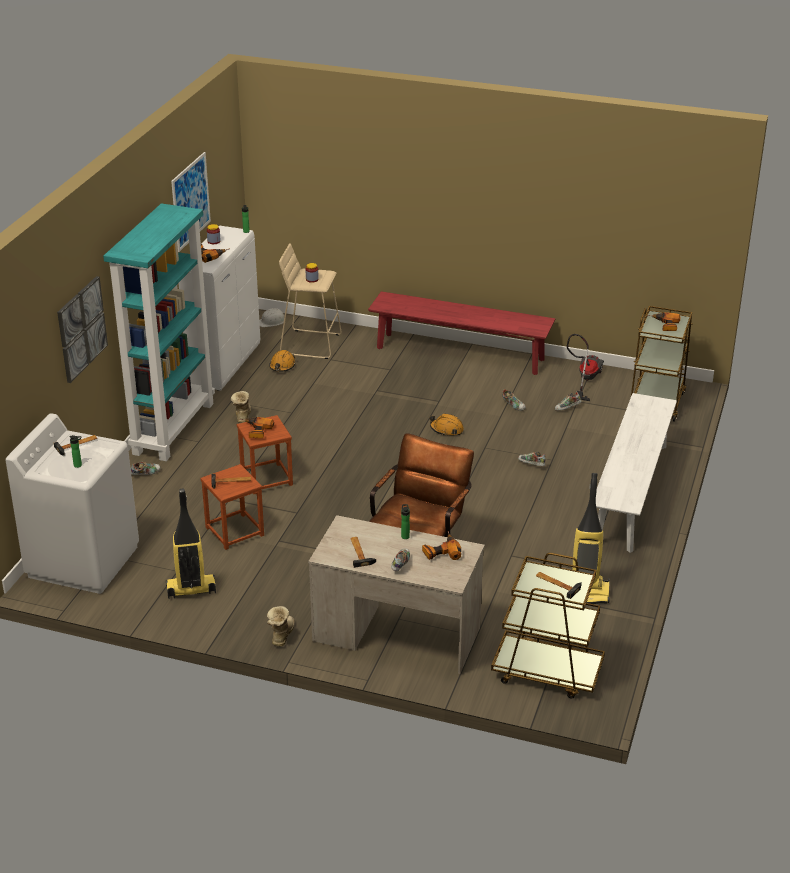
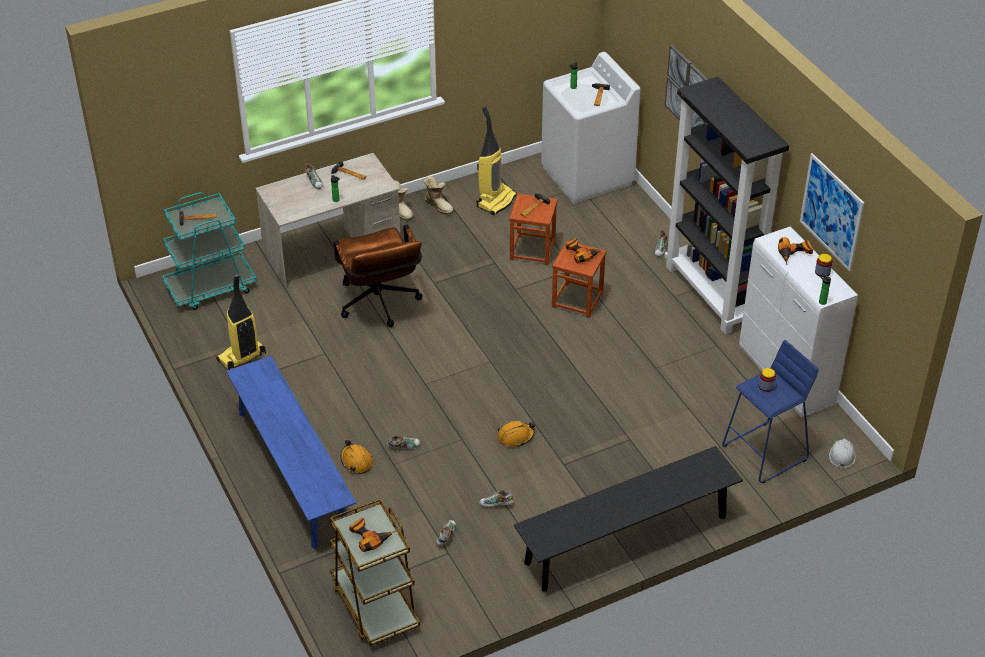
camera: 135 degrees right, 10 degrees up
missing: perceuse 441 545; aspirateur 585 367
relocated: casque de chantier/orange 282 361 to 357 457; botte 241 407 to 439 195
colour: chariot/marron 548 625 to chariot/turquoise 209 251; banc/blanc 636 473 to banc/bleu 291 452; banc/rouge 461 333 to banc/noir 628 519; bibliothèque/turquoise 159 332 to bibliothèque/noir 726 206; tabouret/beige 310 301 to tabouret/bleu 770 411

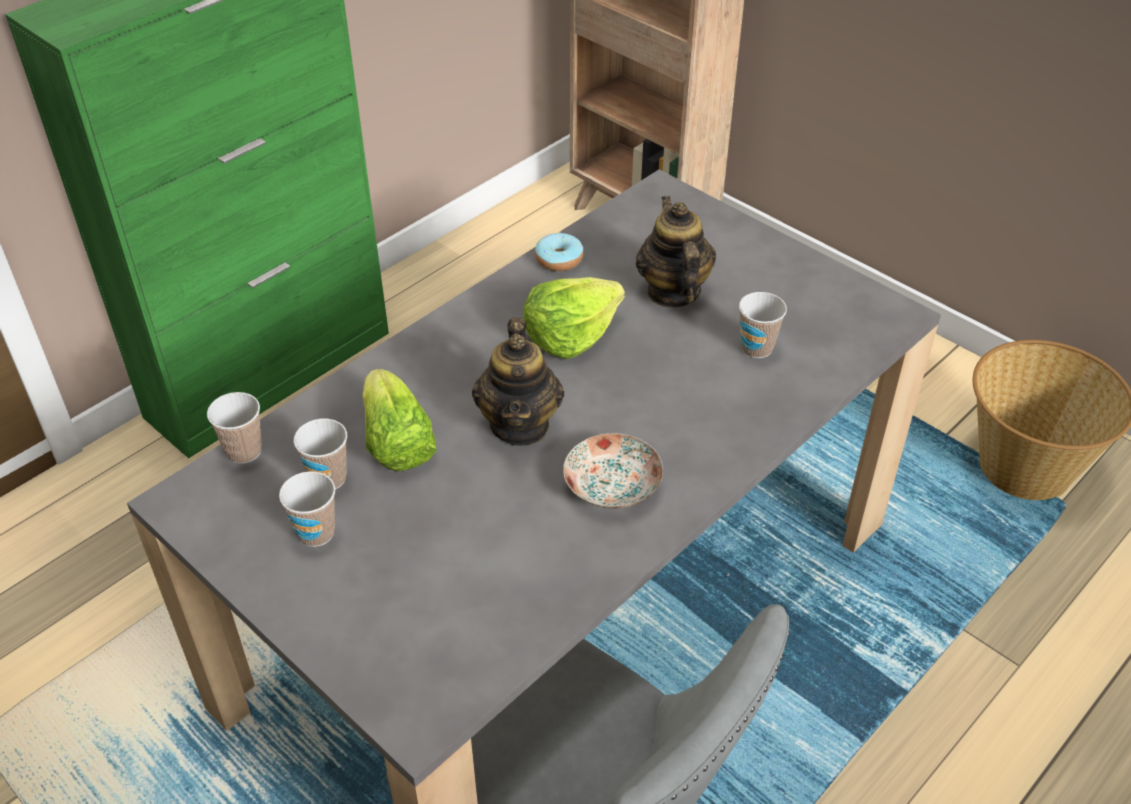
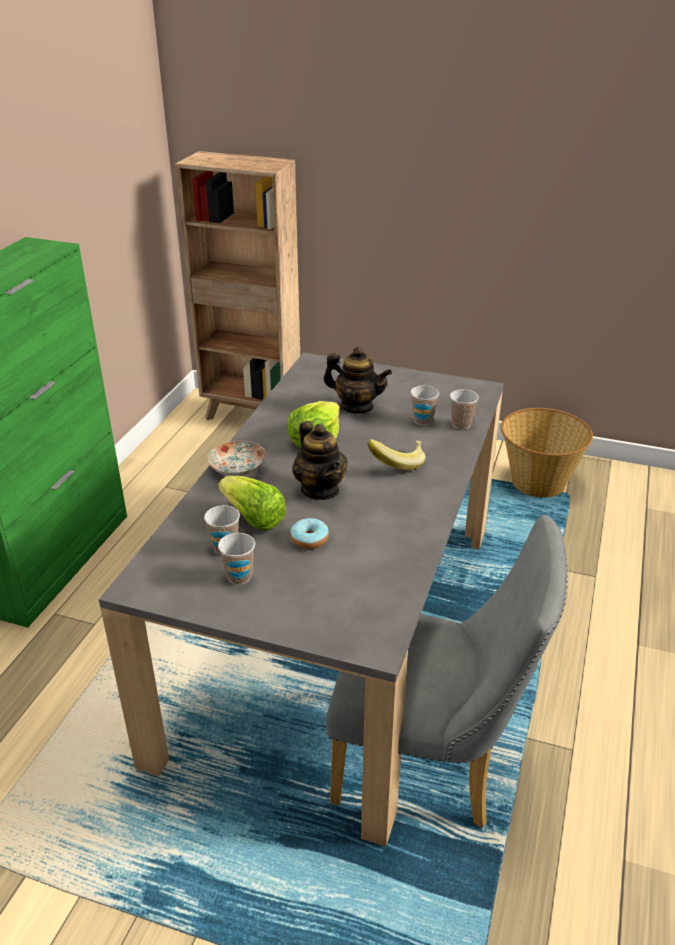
camera: 25 degrees left, 10 degrees down
appeared: banane 396 454
relocated: assiette 613 471 to 237 458; beignet 559 251 to 309 533; tasse 234 428 to 464 409
spun: théière 676 252 = 358 380 150 degrees clockwise

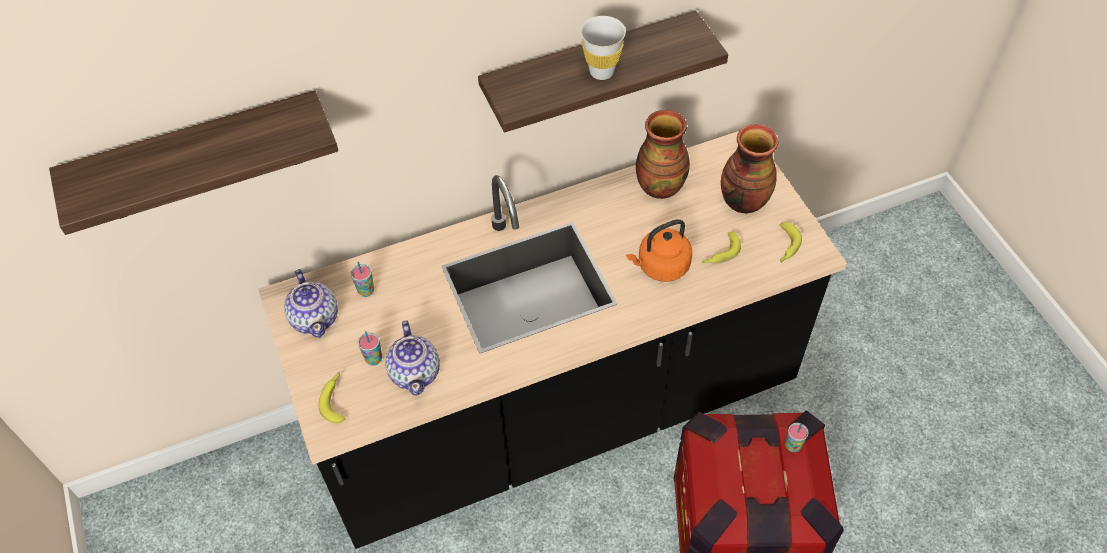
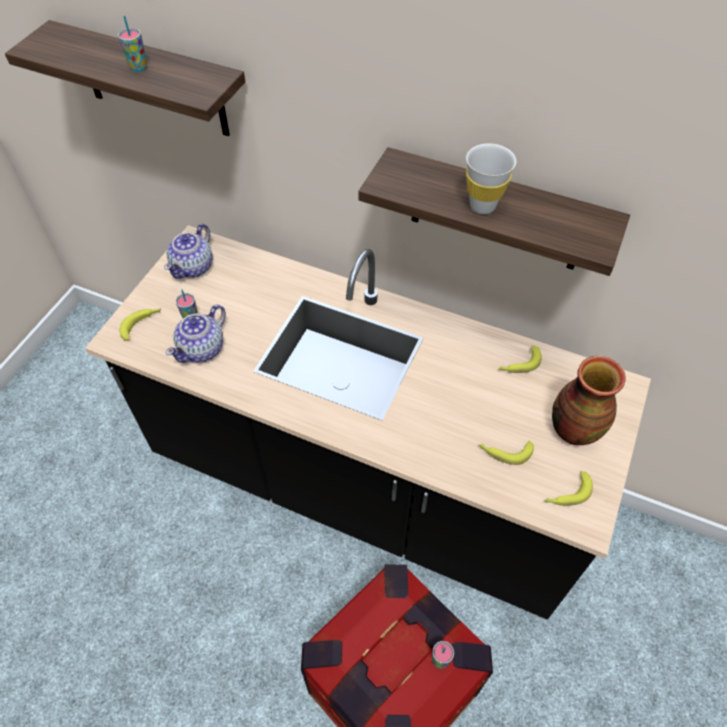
camera: 45 degrees right, 0 degrees up
missing: bouilloire/orange 659 250
relocated: tasse 362 279 to 132 44
exchanged: vase 663 154 to banane 520 359

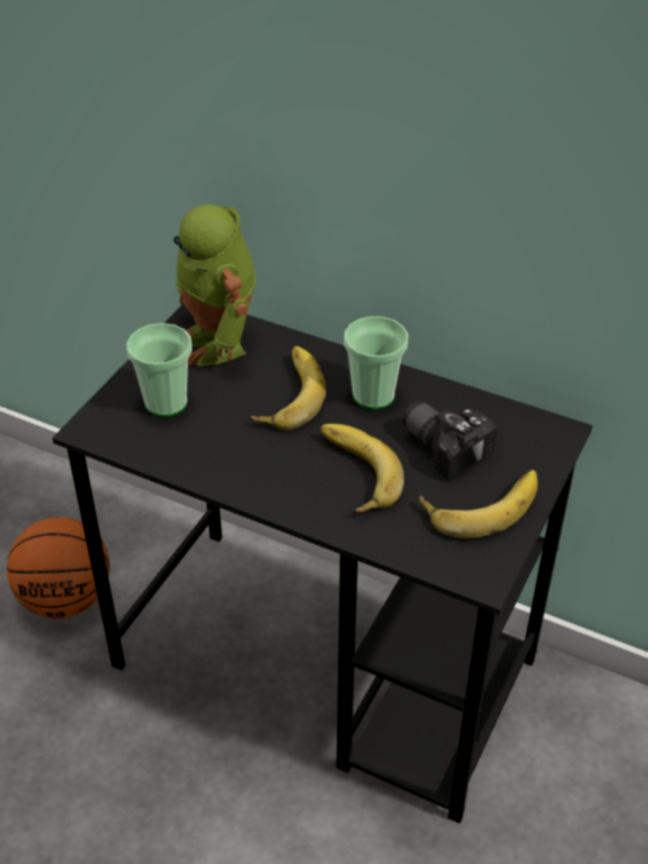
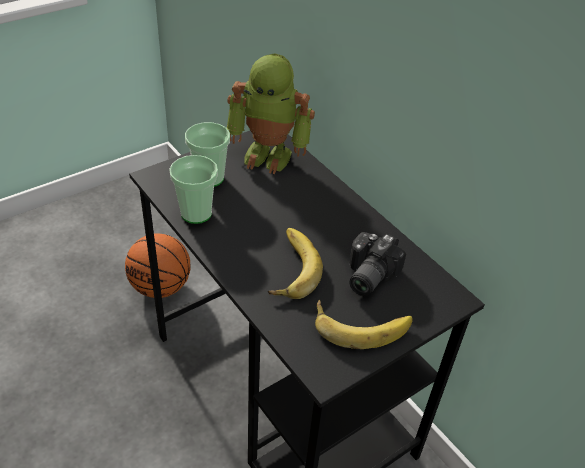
camera: 25 degrees right, 0 degrees up
missing: banane 287 388
relocated: tasse 376 362 to 193 189
spun: robot jouet 214 285 = 271 113 75 degrees counterclockwise; appareil photo 450 441 = 377 264 135 degrees counterclockwise

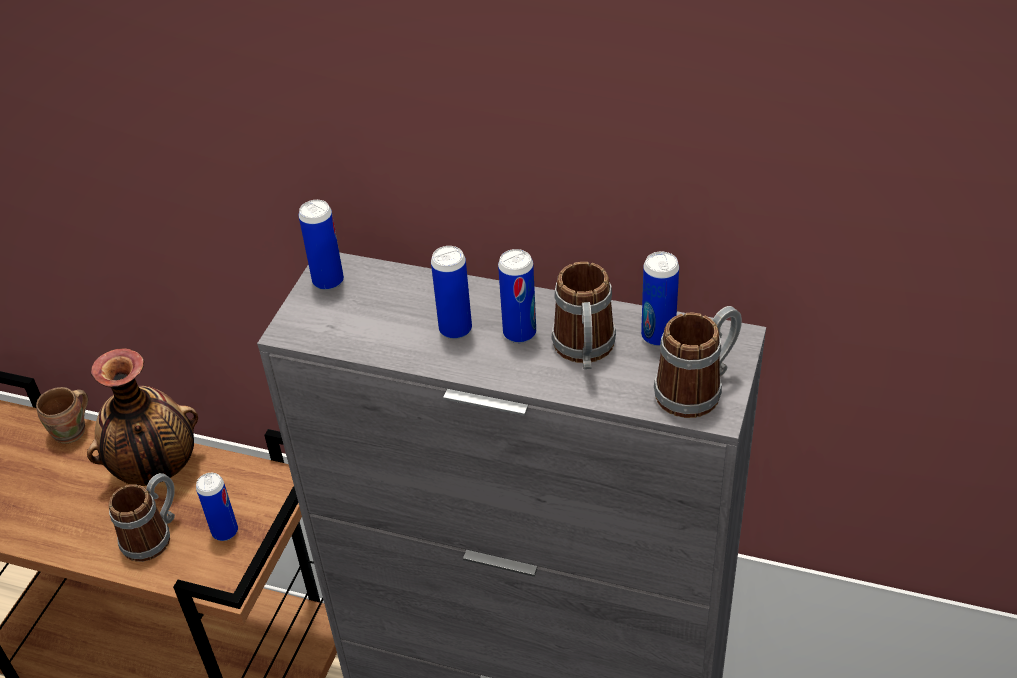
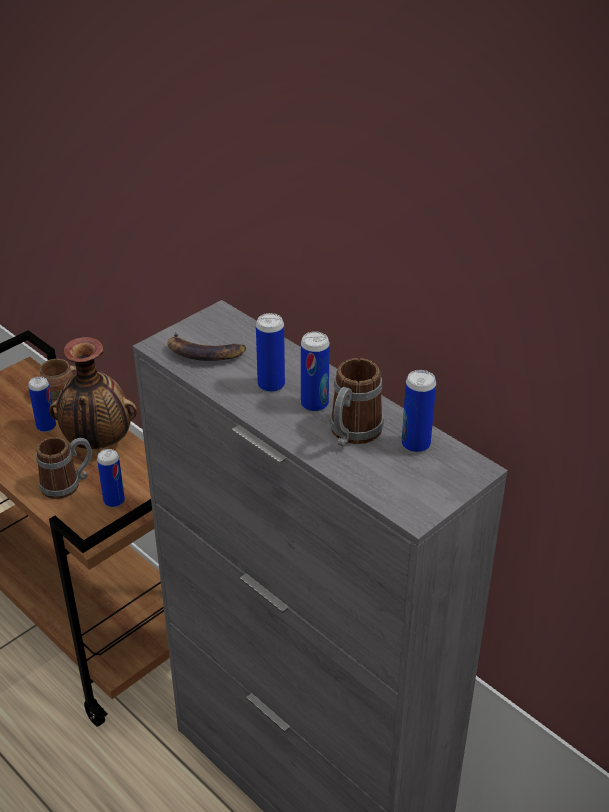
camera: 25 degrees right, 5 degrees down
missing: mug 698 362
appeared: banane 206 346
relocated: boîte métallique 321 245 to 42 404

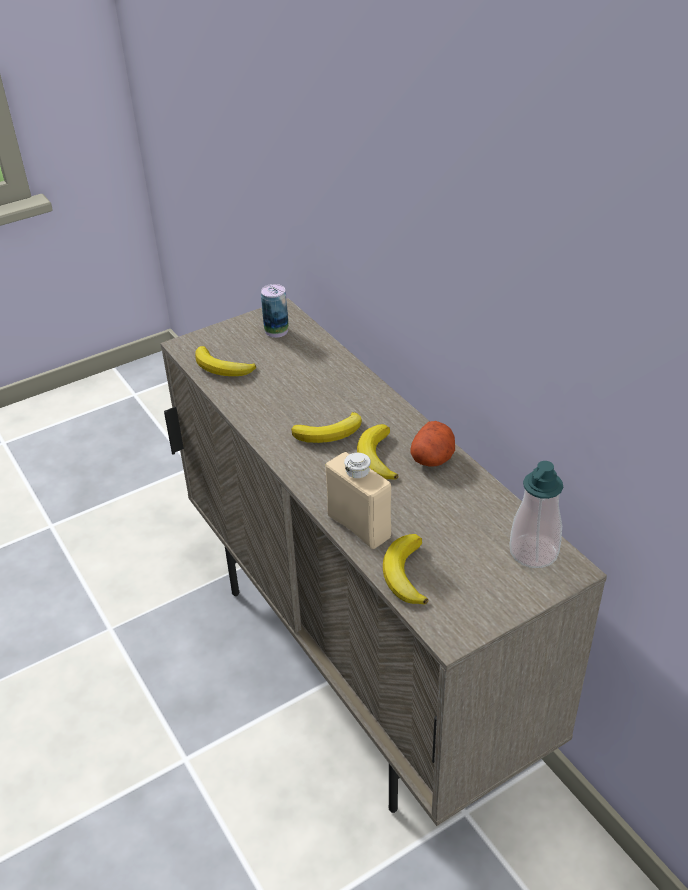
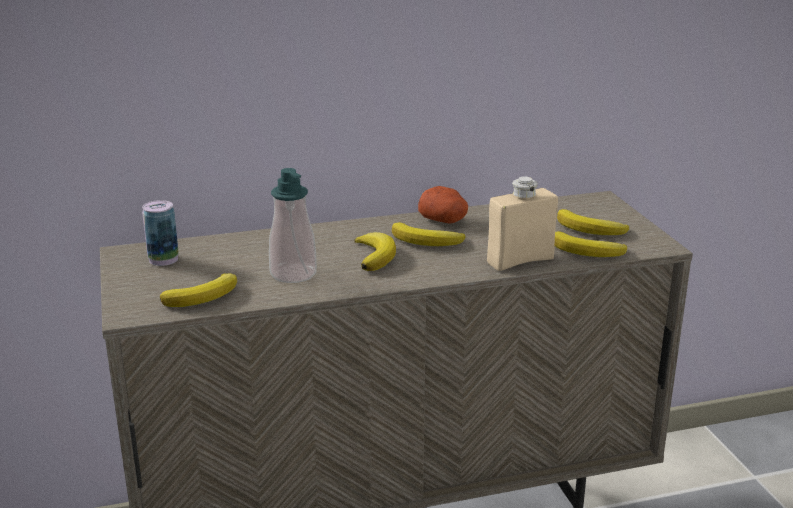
camera: 75 degrees left, 15 degrees down
appeared: banane 593 222
relocated: distributeur de savon 536 514 to 293 225

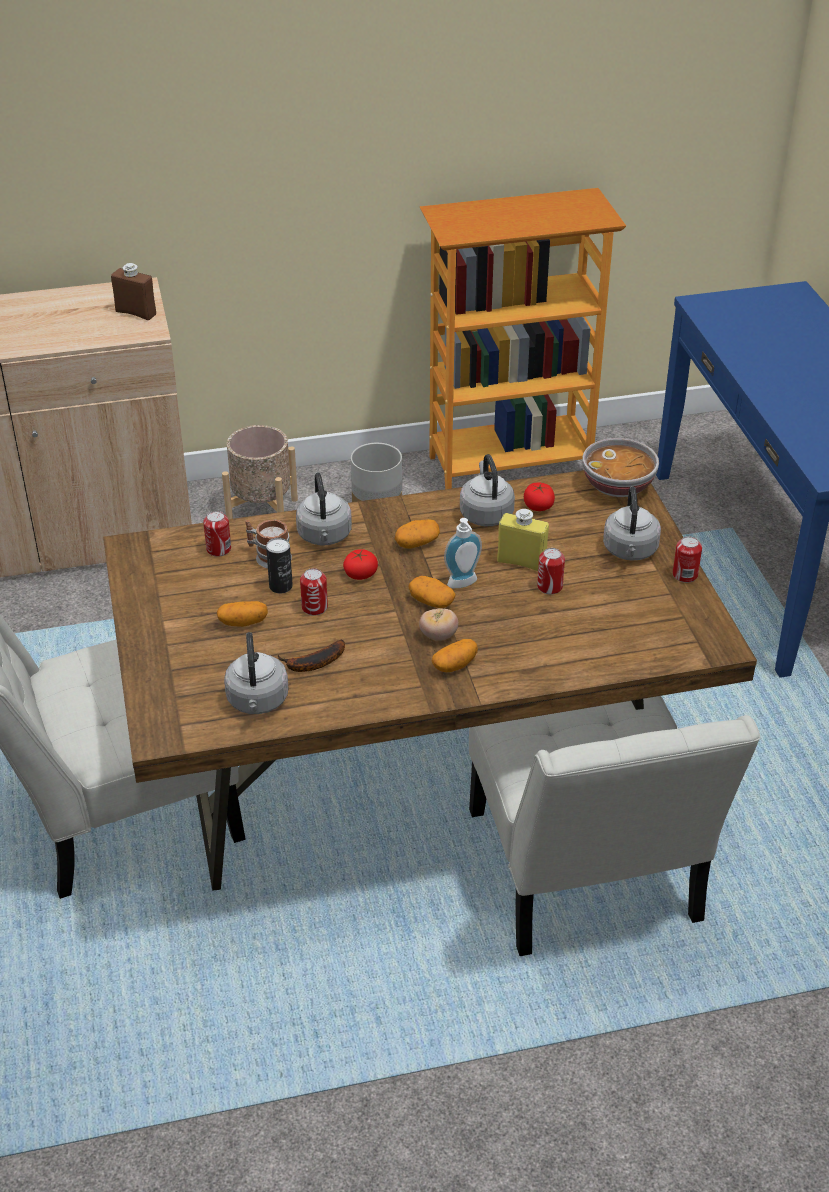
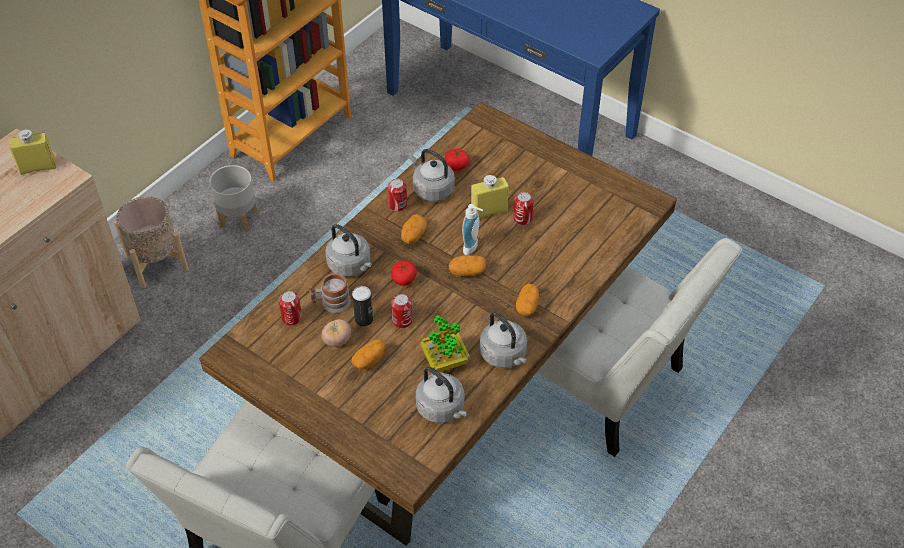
camera: 40 degrees left, 10 degrees up
missing: bol 620 467
relocated: tomate 438 624 to 336 333; boîte métallique 687 559 to 397 195; bouilloire/gris 632 523 to 503 340
exchanged: banane 311 656 to plante en pot 445 343
colour: bouteille/marron 133 291 to bouteille/jaune 32 152

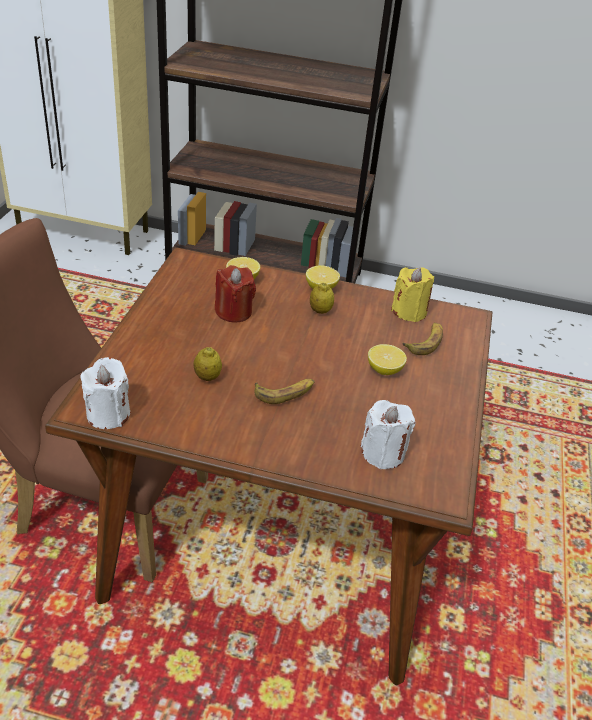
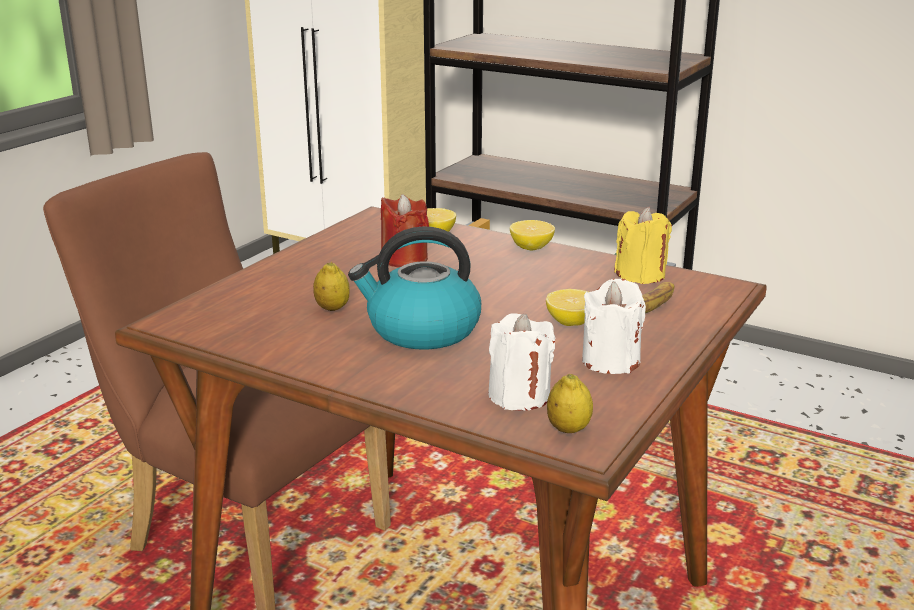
camera: 20 degrees right, 15 degrees down
relocated: citron 322 298 to 570 403; bougie/blanc 105 393 to 614 326
exchanged: banane 284 391 to bouilloire 414 288

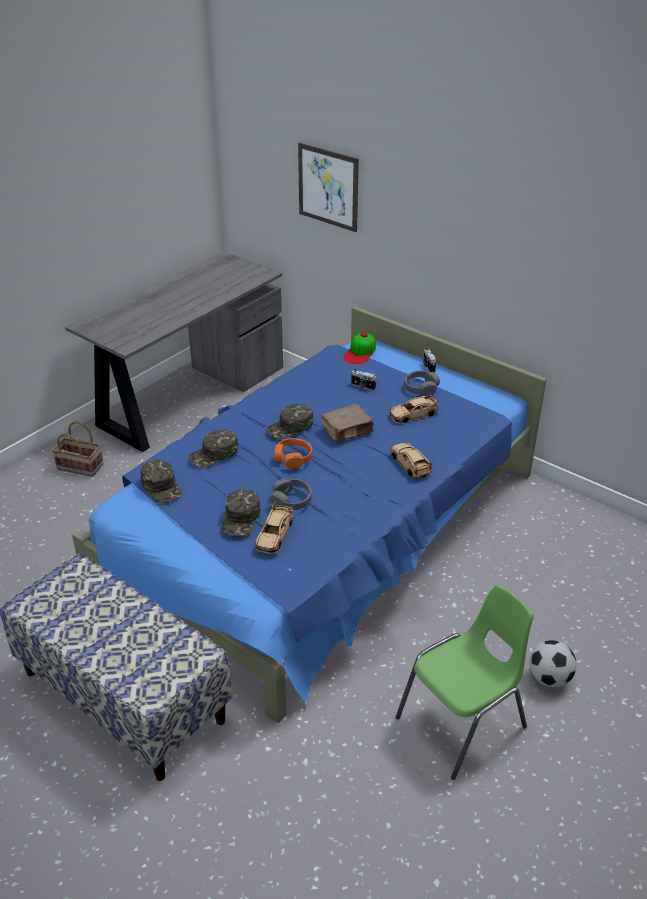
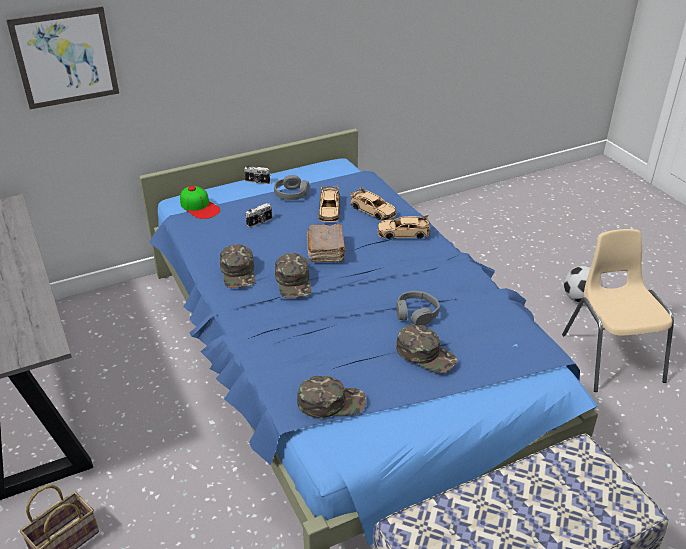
camera: 65 degrees left, 0 degrees up
missing: casque audio/orange 293 453
relocated: casquette/vert 213 448 to 237 266; petite voiture/beige 274 528 to 373 203
colour: chaise/vert 465 682 to chaise/beige 618 310

